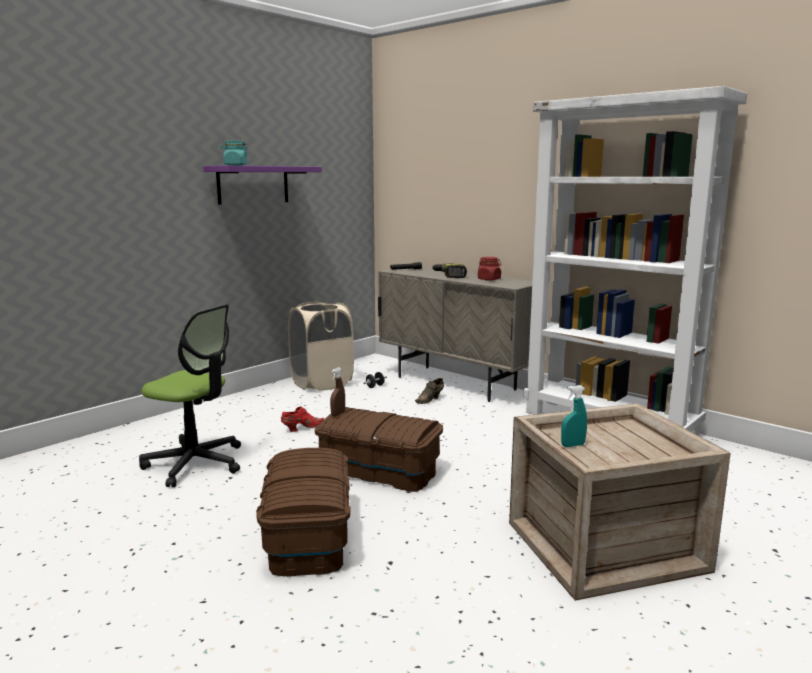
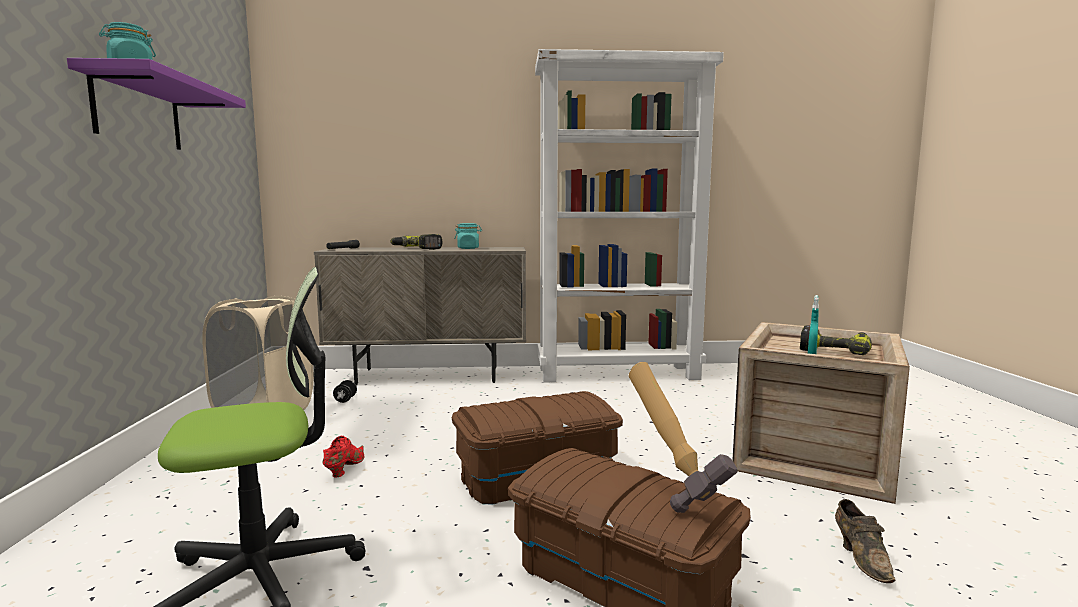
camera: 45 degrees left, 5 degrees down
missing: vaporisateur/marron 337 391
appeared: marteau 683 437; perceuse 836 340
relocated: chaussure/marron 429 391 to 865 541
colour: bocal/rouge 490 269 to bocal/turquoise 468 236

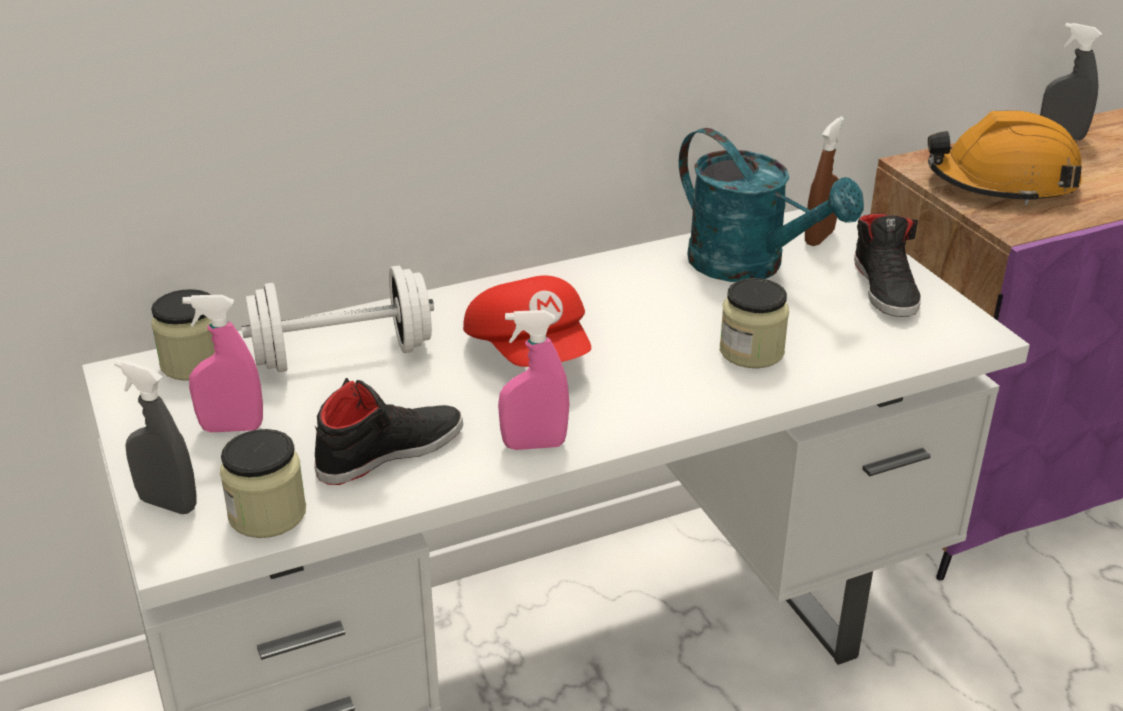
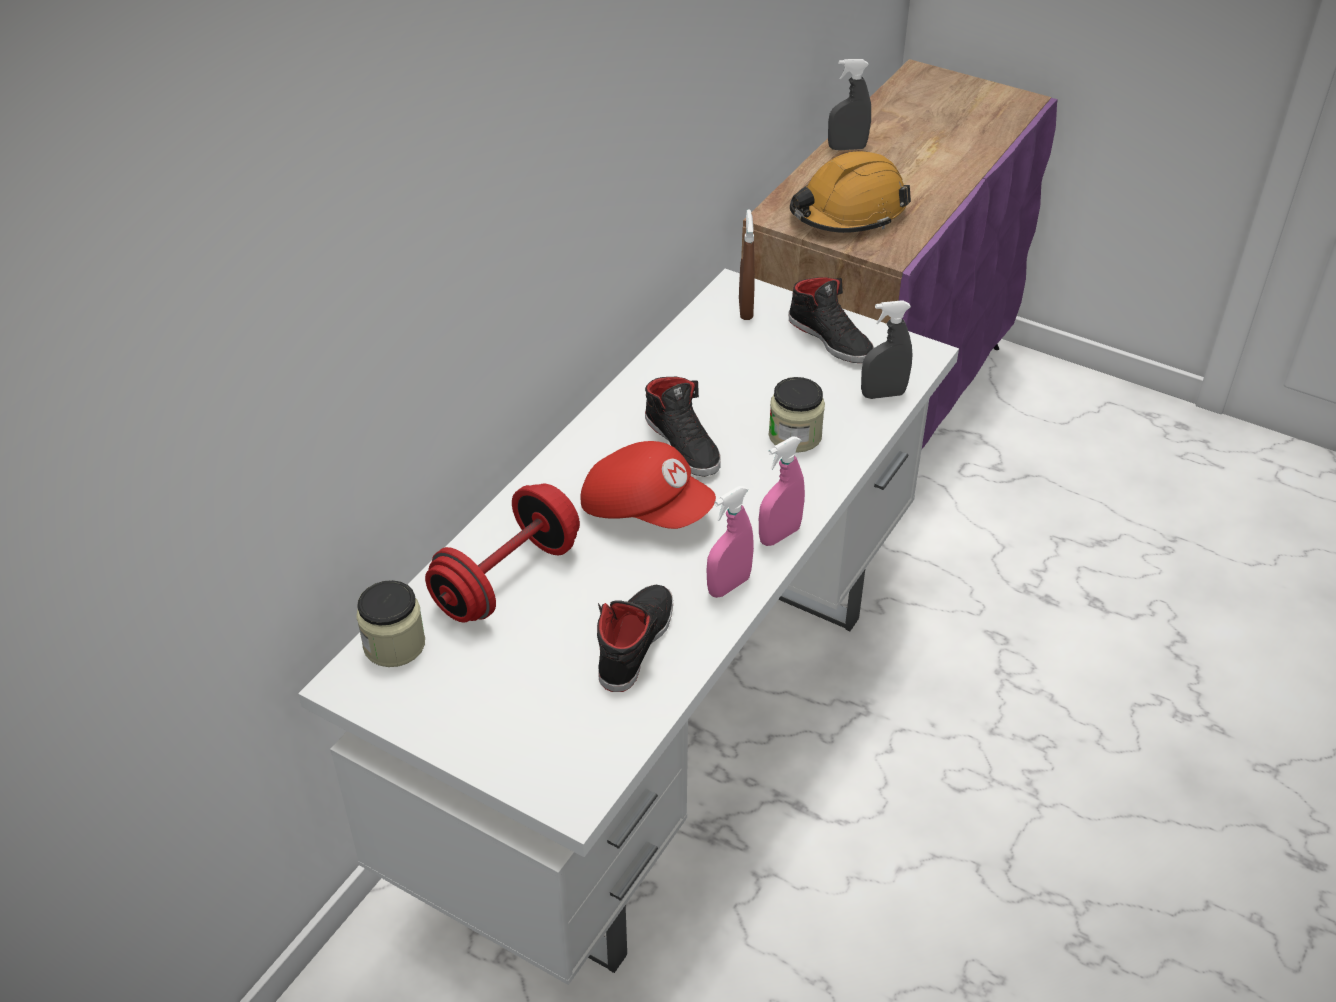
camera: 35 degrees left, 10 degrees up
missing: bocal 263 483; arrosoir/turquoise 771 205
appeared: chaussure/noir 683 427
relocated: vaporisateur/rose 222 363 to 782 491; vaporisateur/gris 155 437 to 886 349
colour: haltère/blanc 338 318 to haltère/rouge 502 553

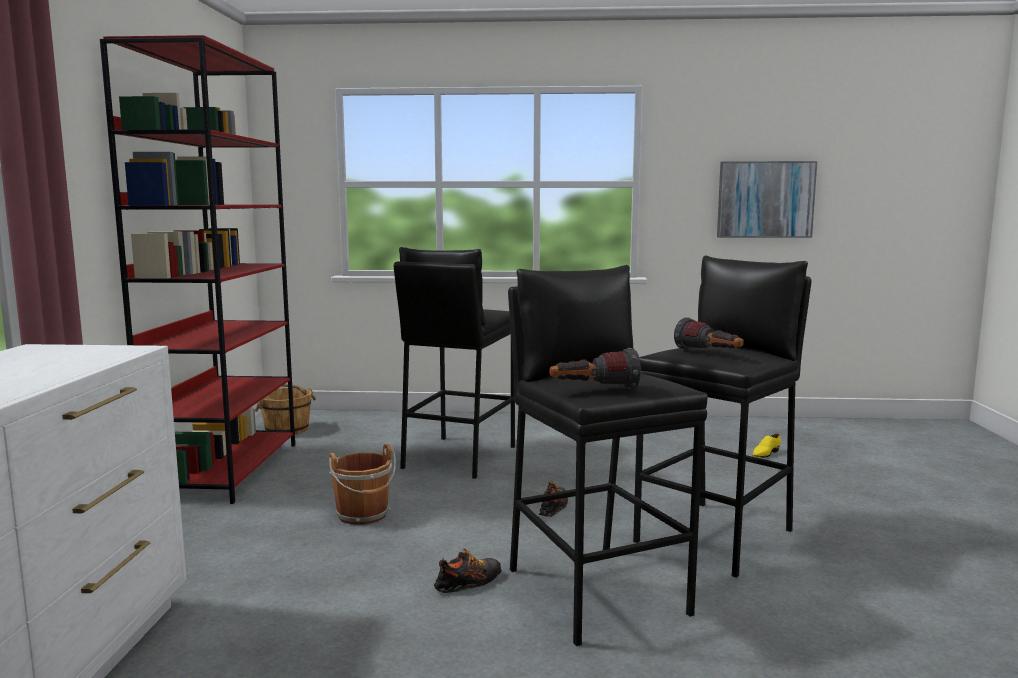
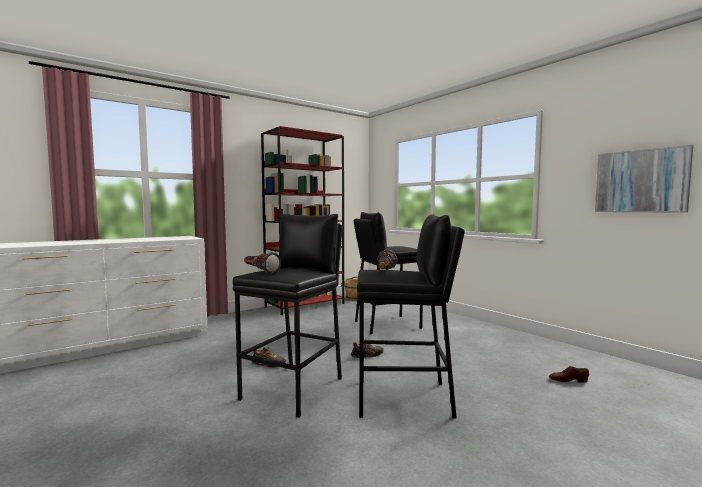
camera: 50 degrees right, 5 degrees down
missing: seau/marron 362 484
colour: chaussure/jaune 767 446 to chaussure/marron 569 374

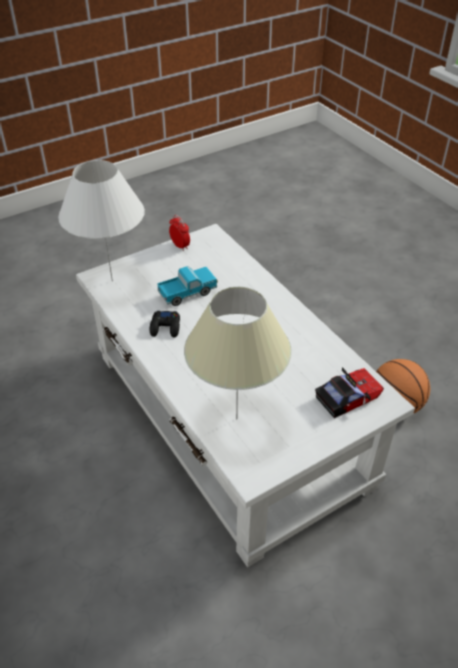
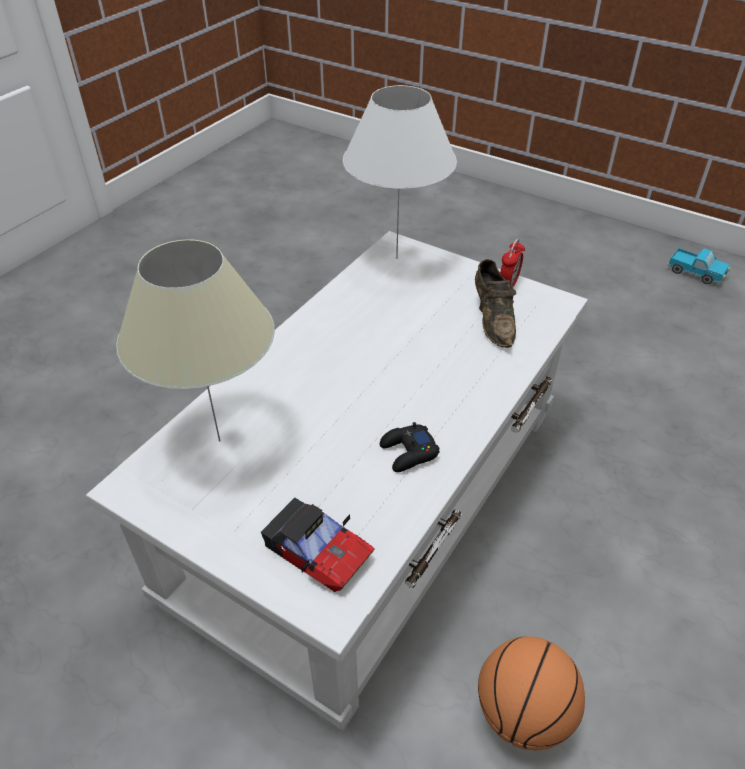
camera: 65 degrees right, 0 degrees up
appeared: chaussure/marron 496 303
relocated: manette/noir 165 324 to 410 447; camion jouet 187 286 to 699 266

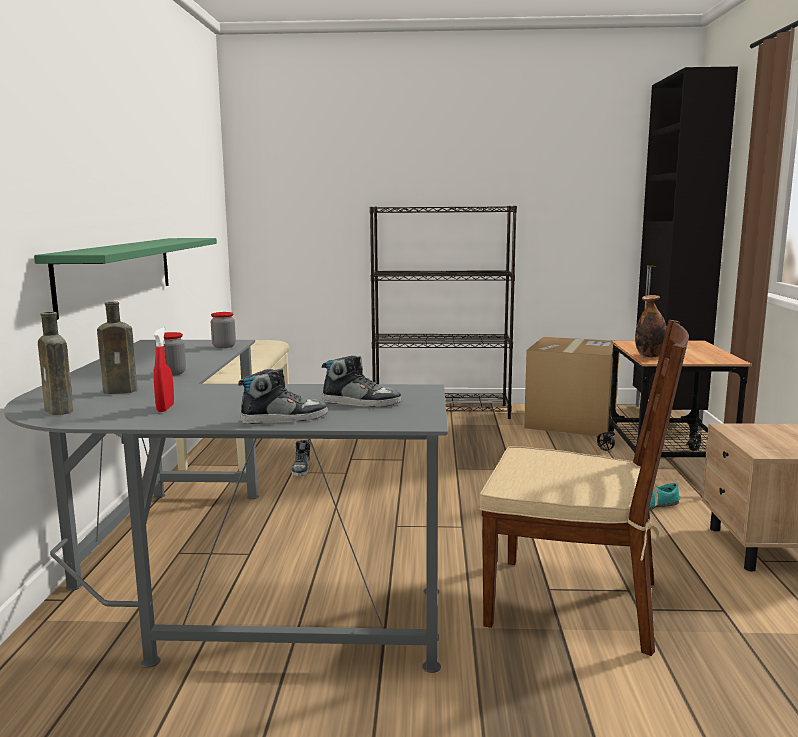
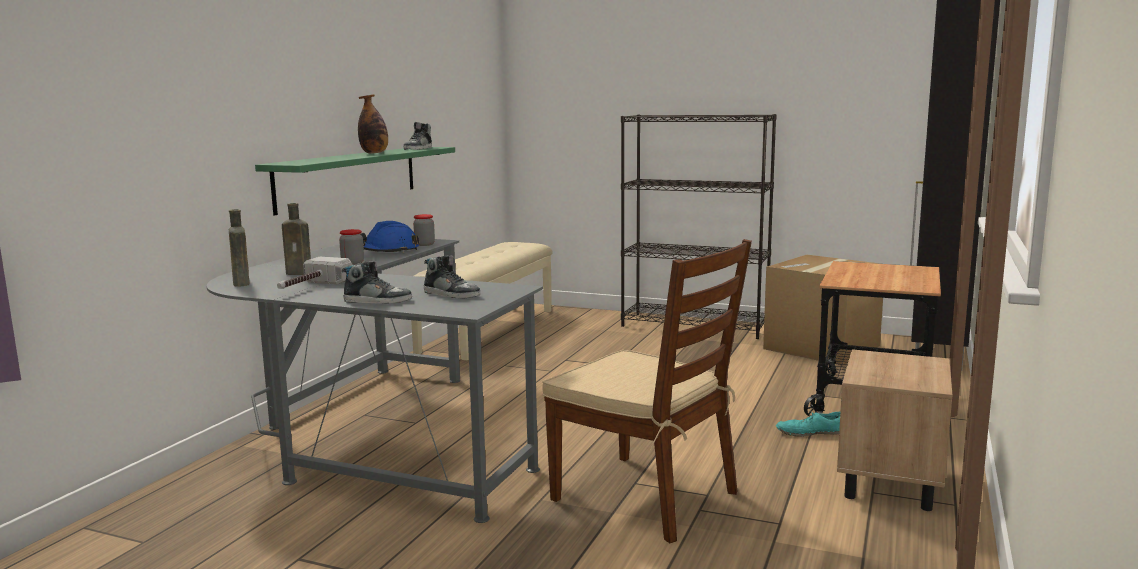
camera: 20 degrees right, 0 degrees up
appeared: casque de chantier/bleu 390 237
relocated: bouteille 651 326 to 373 124; chaussure 301 458 to 417 136
exchanged: vaporisateur/rouge 164 370 to marteau 315 273

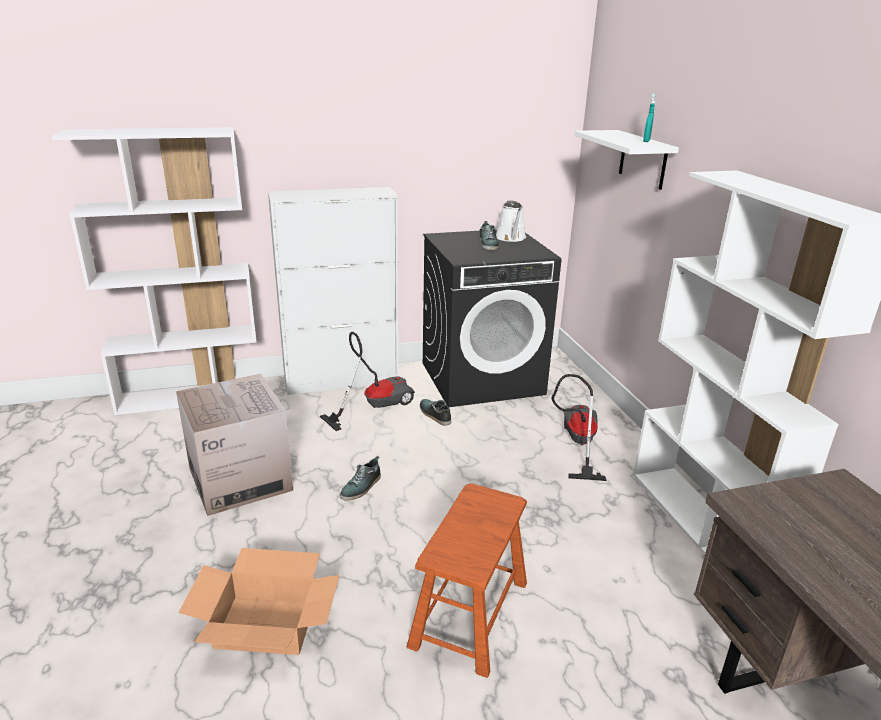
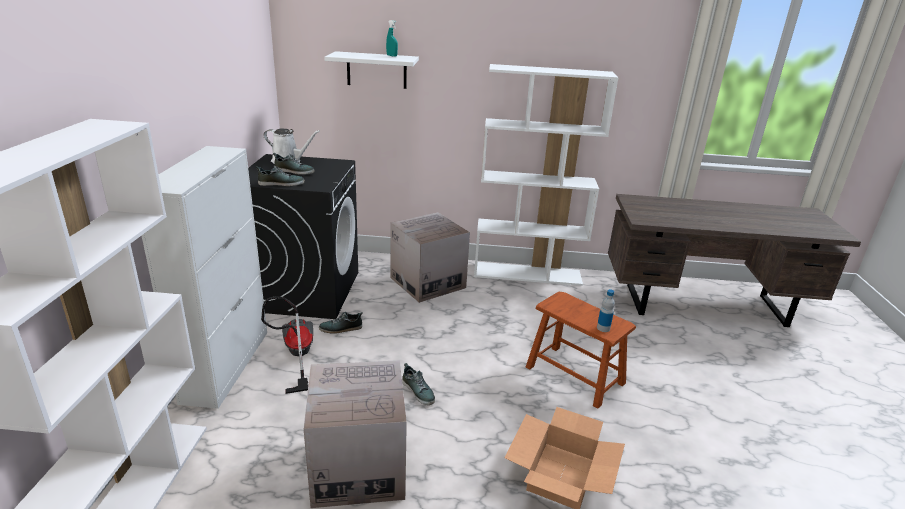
camera: 70 degrees left, 0 degrees up
appeared: chaussure 280 175; bouteille 606 310
exchanged: aspirateur 579 427 to carton 430 258

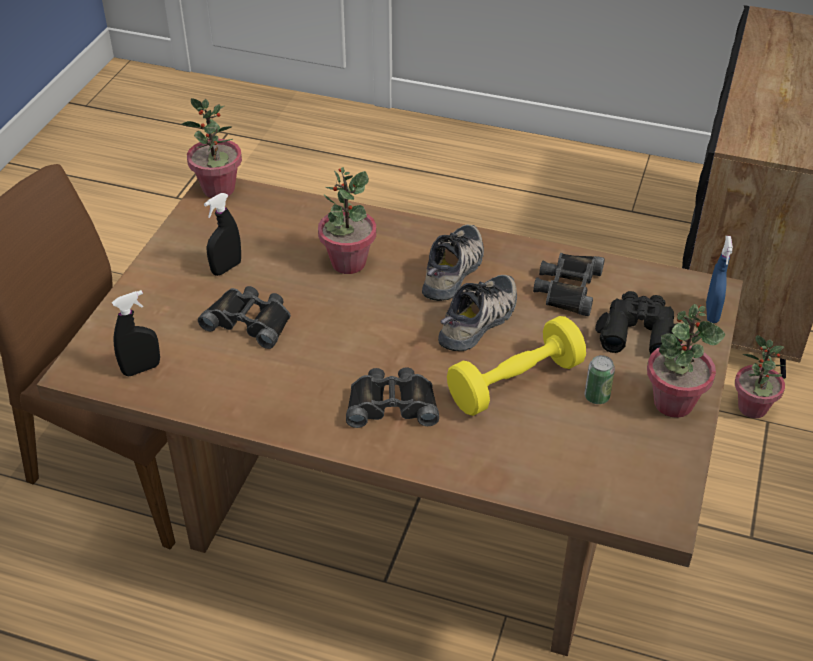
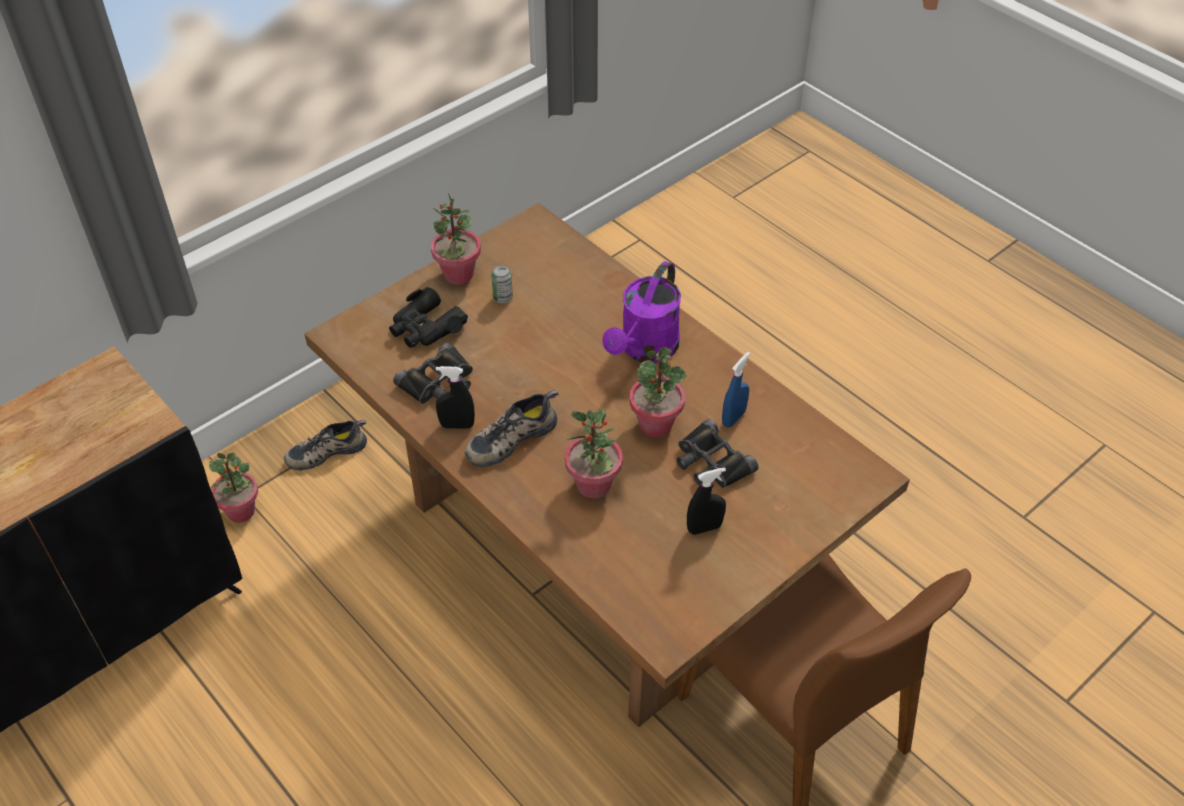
camera: 150 degrees left, 5 degrees up
missing: haltère/jaune 516 366
relocated: chaussure 477 313 to 325 445; vaporisateur/noir 136 333 to 455 397; plante en pot 211 148 to 658 391; vaporisateur/bleu 719 279 to 736 389
exchanged: jumelles/noir 392 397 to arrosoir/violet 642 312

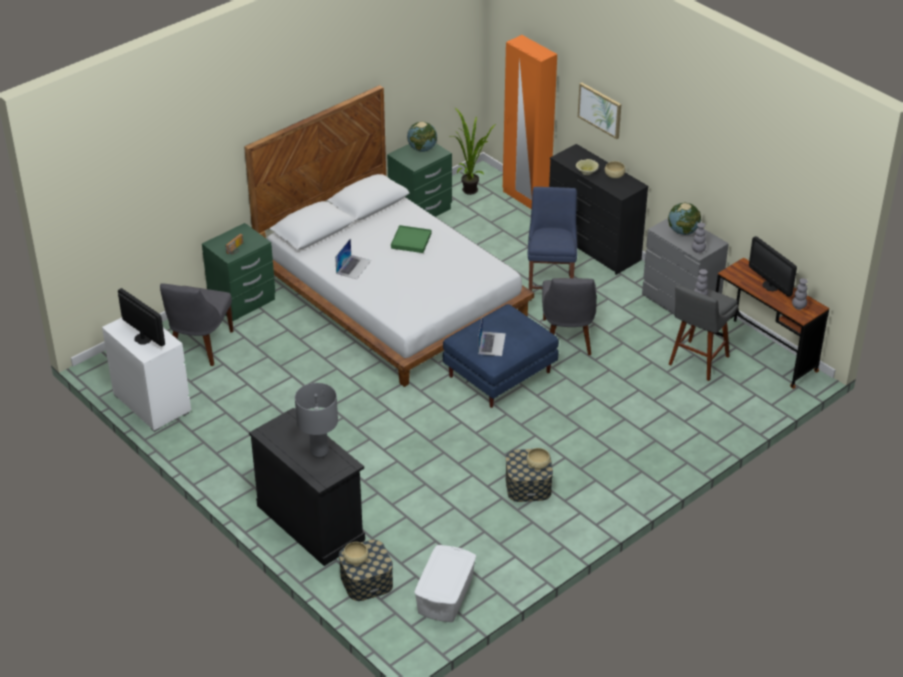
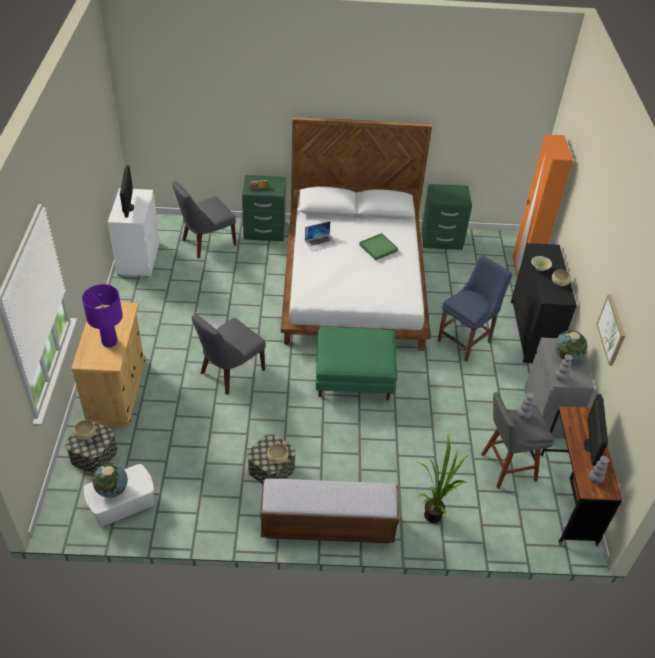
camera: 40 degrees right, 5 degrees up
missing: ordinateur portable 492 335
appeared: banc 329 511
relocated: globe 422 137 to 110 480; chaise/gris 569 316 to 229 354; plante en pot 472 151 to 442 478; tableau 599 110 to 611 330
colour: meuble de rangement/noir 307 487 to meuble de rangement/beige 108 364; lampe de table/gris 316 420 to lampe de table/violet 102 315; pouf/bleu 501 356 to pouf/vert 356 363

